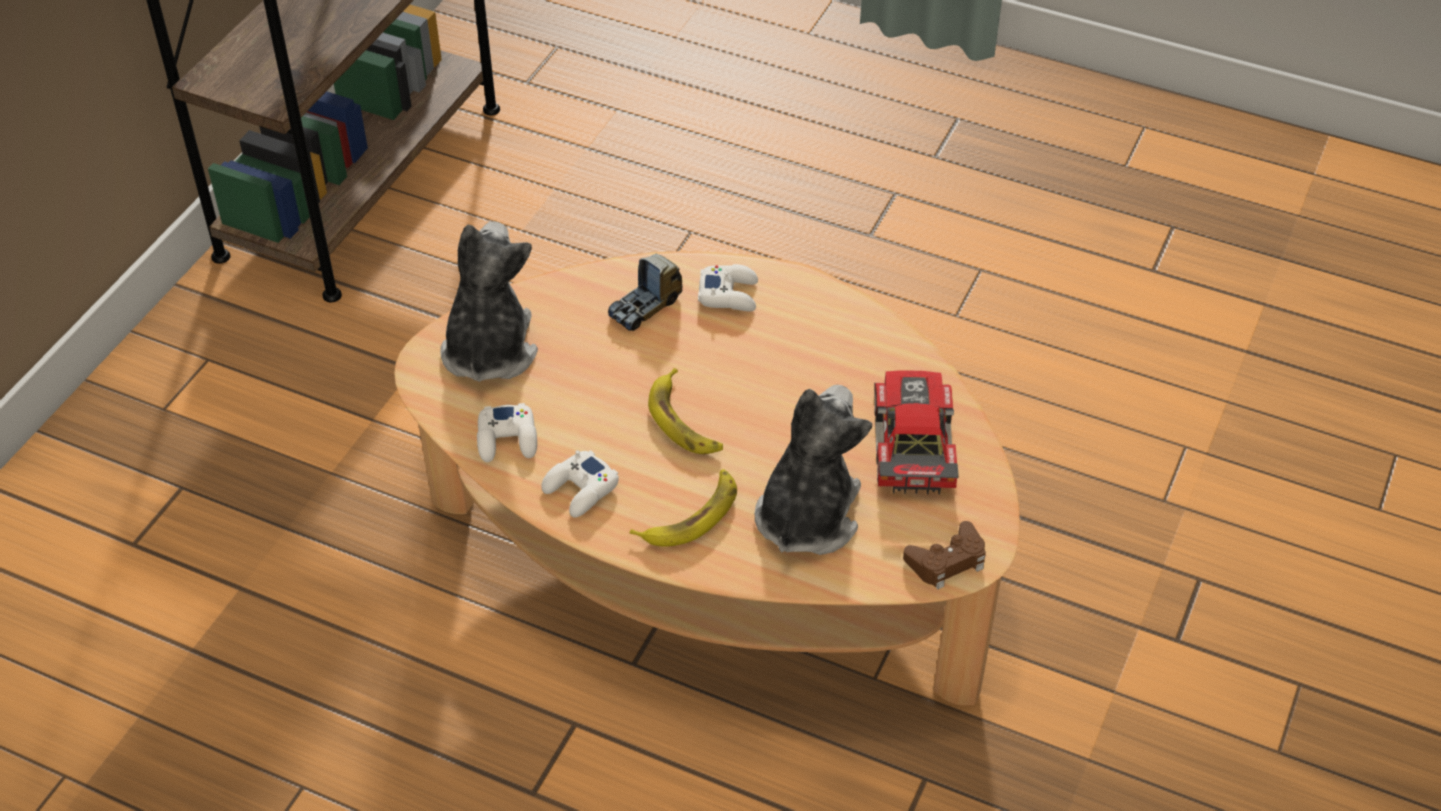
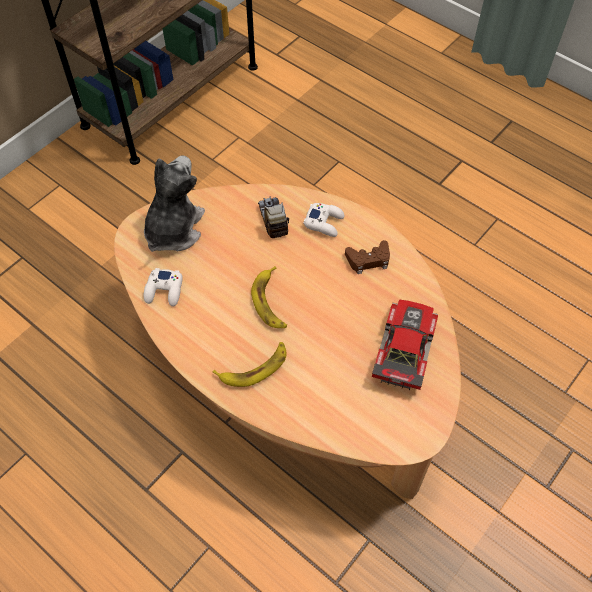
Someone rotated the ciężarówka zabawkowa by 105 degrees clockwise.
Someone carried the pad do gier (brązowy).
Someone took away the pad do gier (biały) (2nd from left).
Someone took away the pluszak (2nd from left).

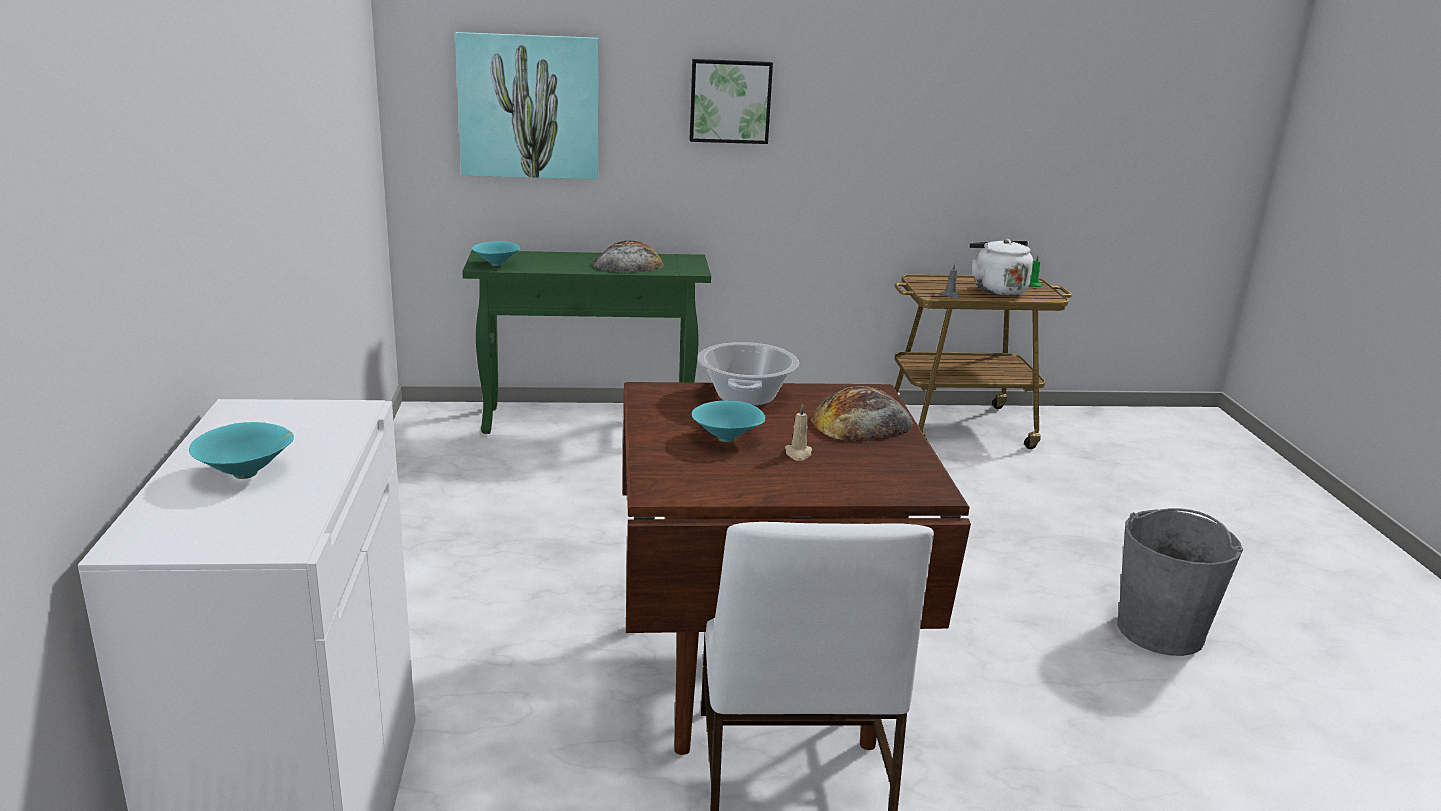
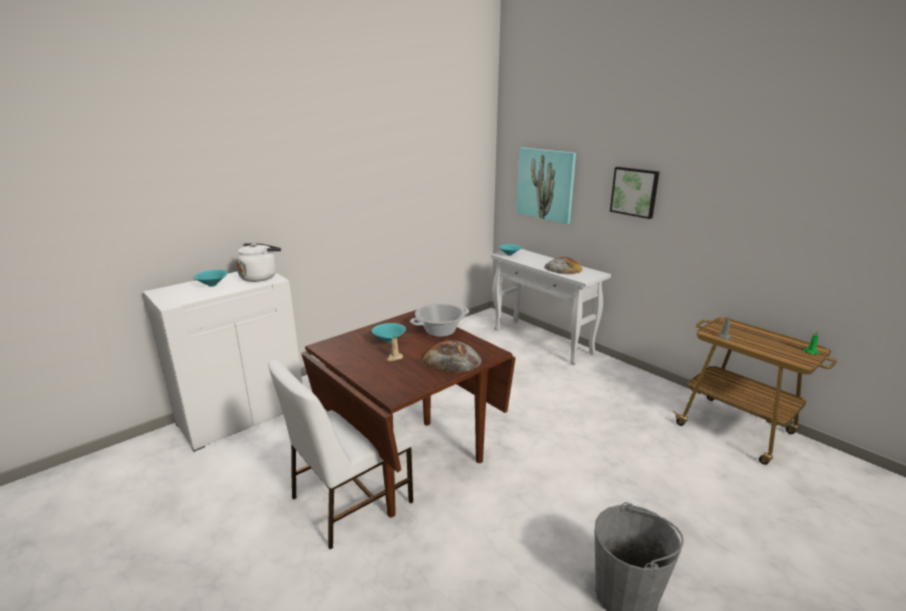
Someone carried the czajnik (biały).
Someone repainted the stolik konsolowy (zielony), which became the stolik konsolowy (biały).

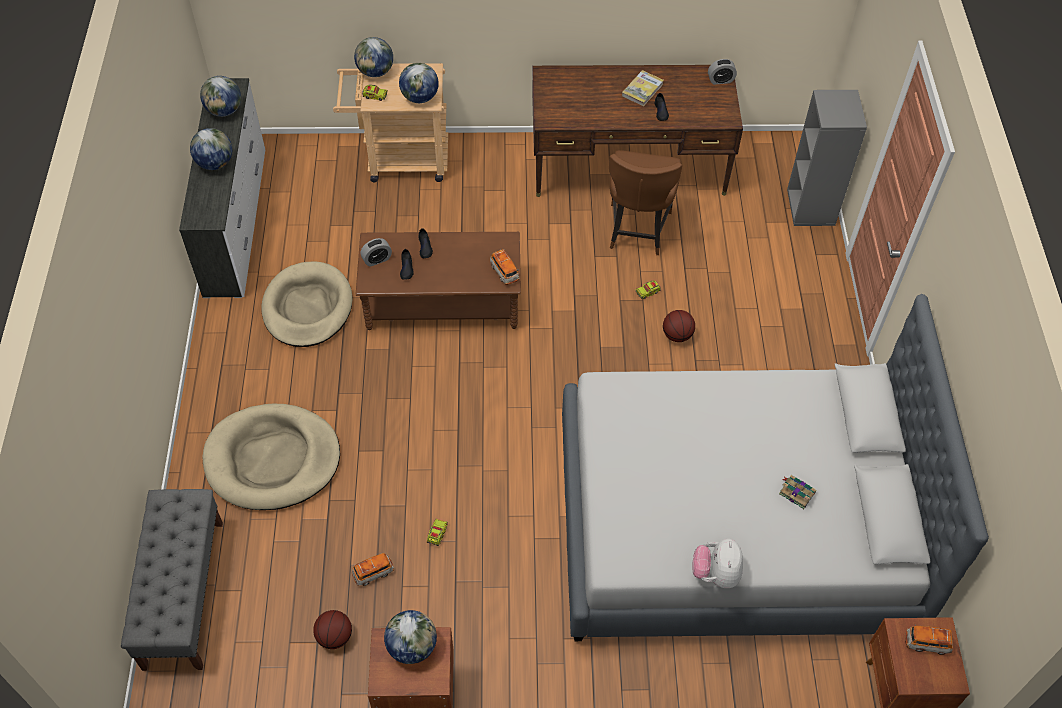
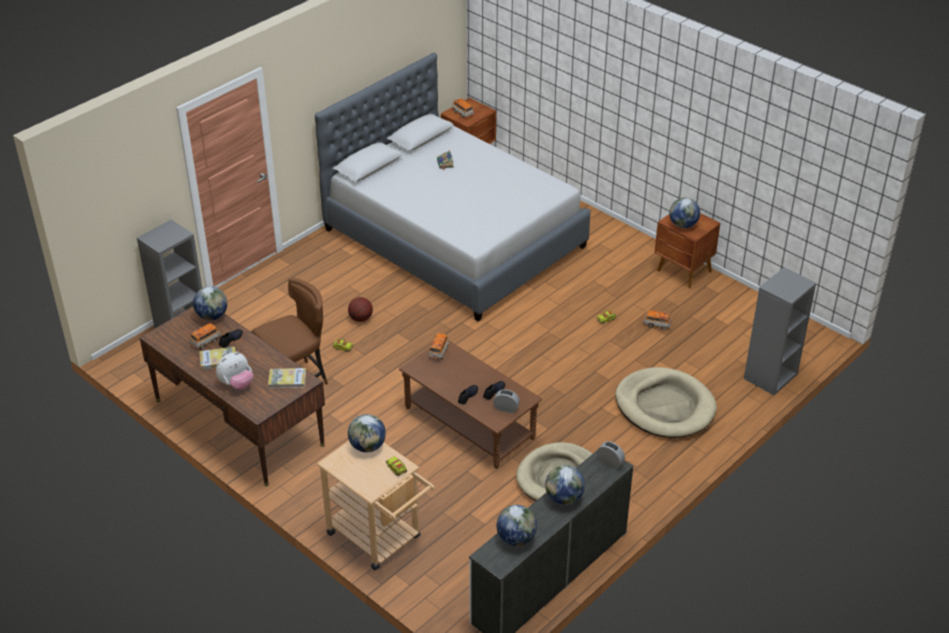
Someone put down the samochodzik (1st from left).
Someone carried the globus (3rd from left in the first image).
Someone carried the pluszak.
Someone put down the książka (2nd from left).
Someone carried the budzik (2nd from left).
Someone swapped the ławka (szary) for the regał (szary) (2nd from left).
Someone took away the piłka do koszykówki (1st from left).

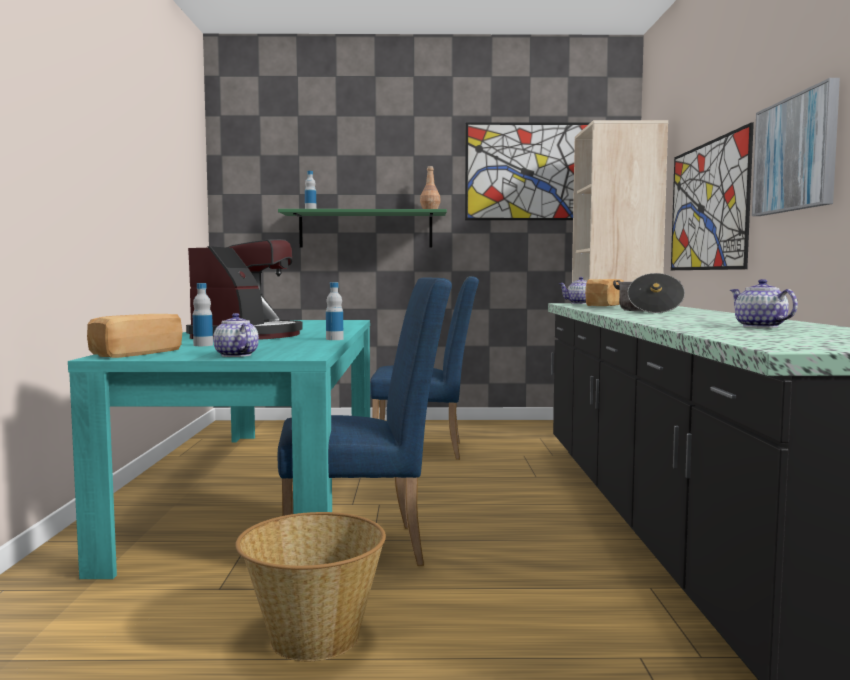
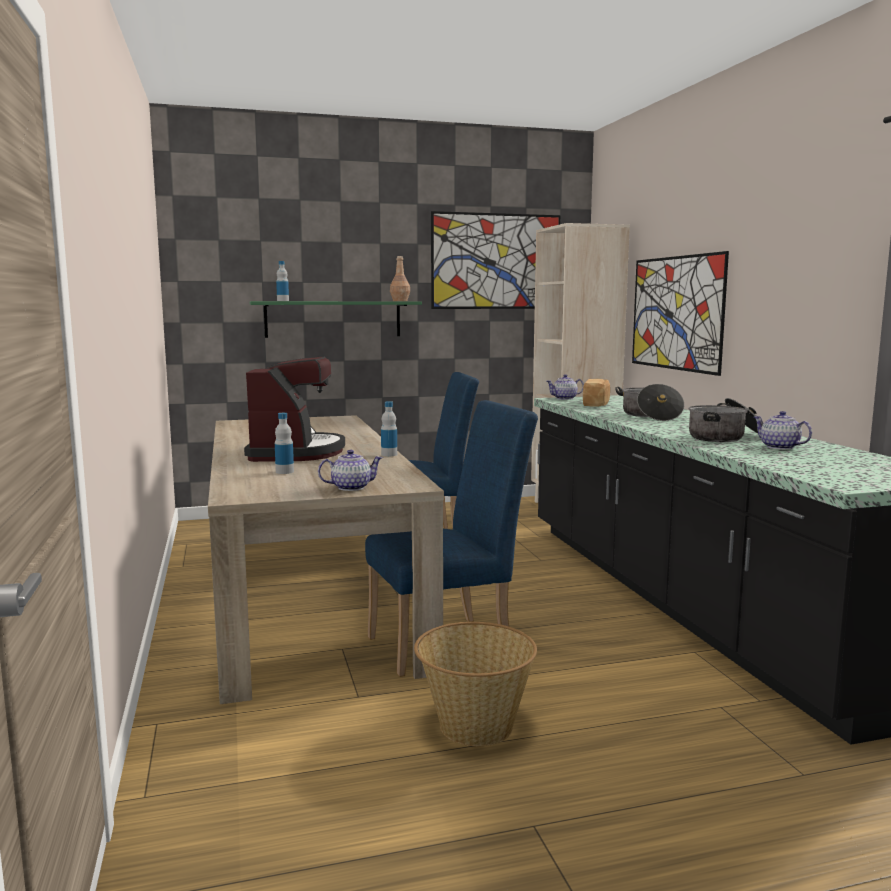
Someone repainted the stół jadalny (turkusowy), which became the stół jadalny (beżowy).
Someone rotated the imbryk (1st from left) by 120 degrees clockwise.
Someone put down the garnek (2nd from left).
Someone took away the chleb (1st from left).
Someone took away the obraz (3rd from left).

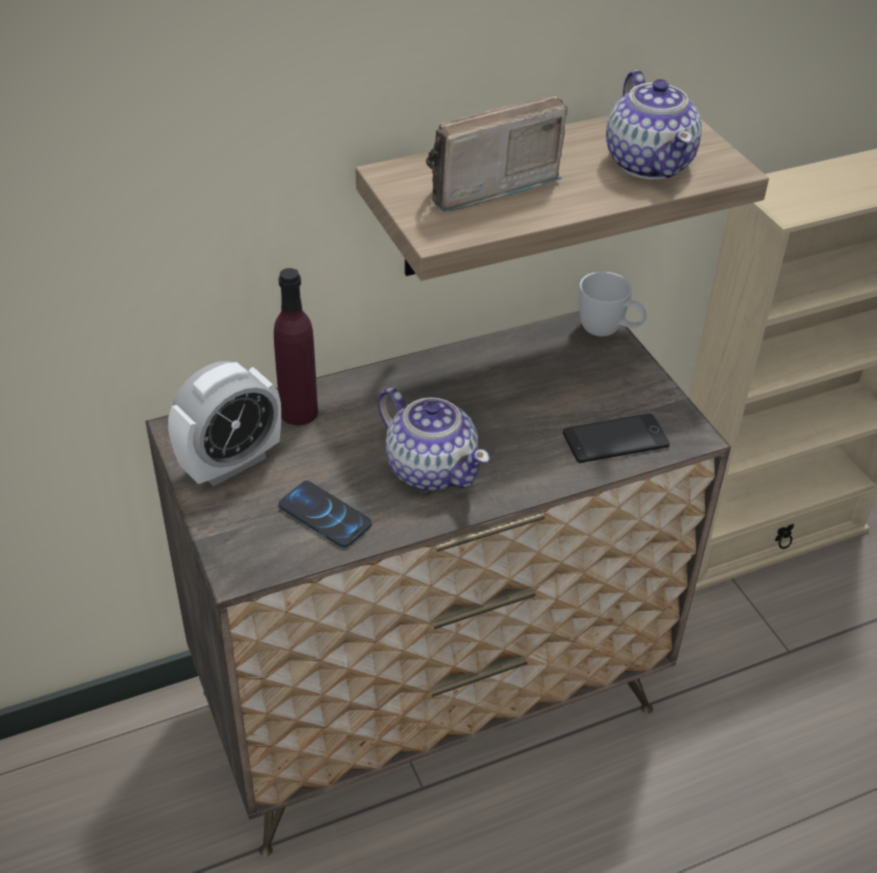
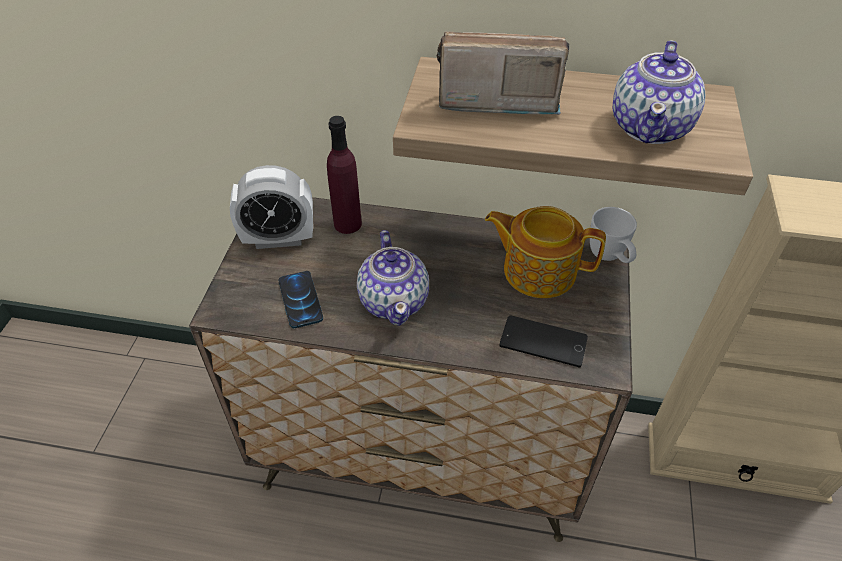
Someone put down the imbryk (2nd from left).

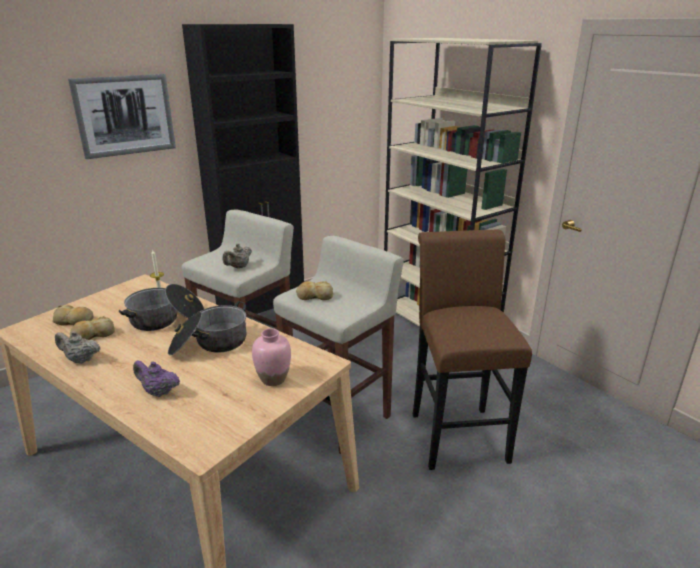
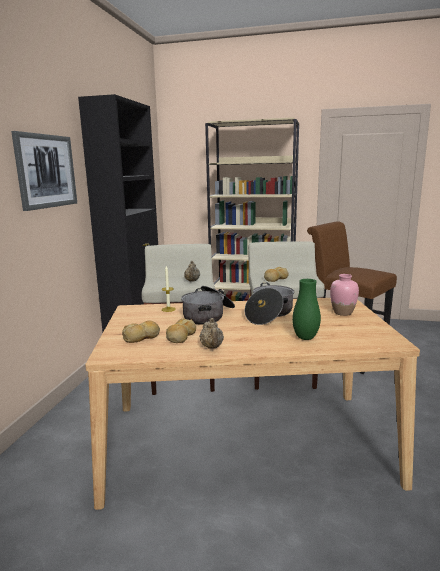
Someone rotated the imbryk (beżowy) (1st from left in the first image) by 75 degrees counterclockwise.
Someone swapped the imbryk (fioletowy) for the wazon (zielony).

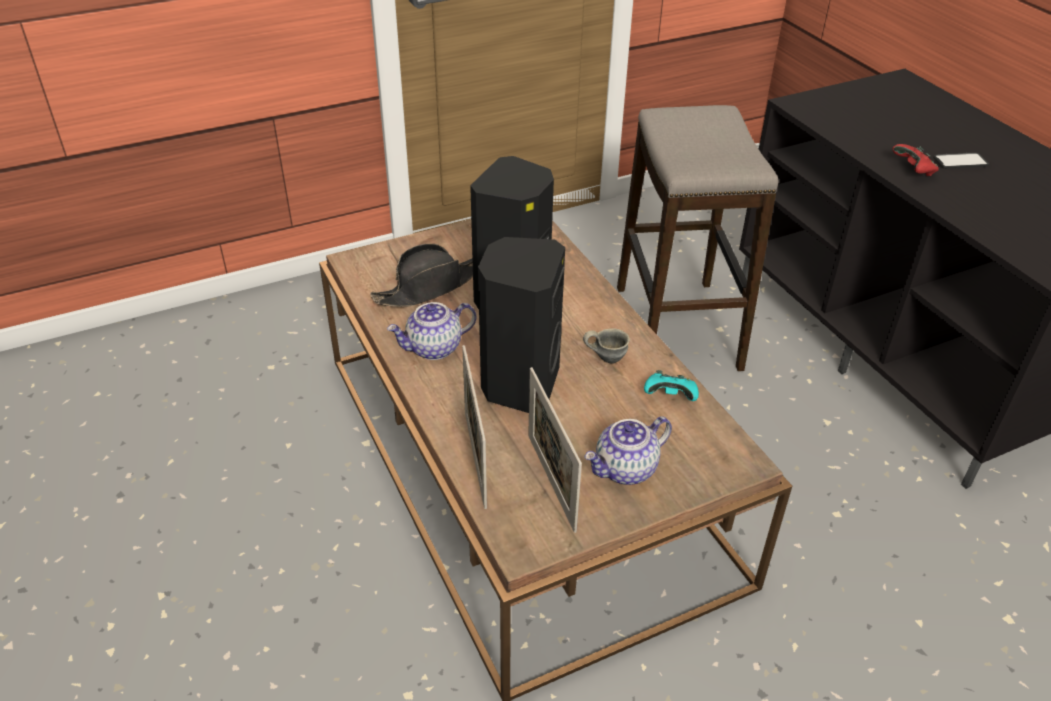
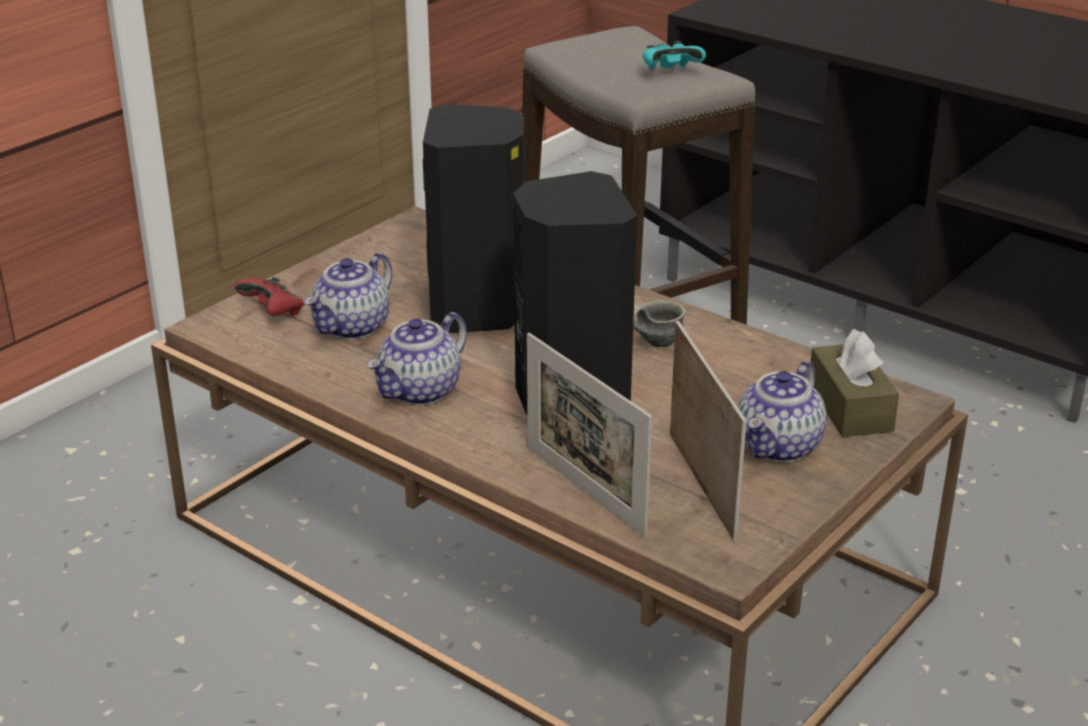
Someone carried the pad do gier (czerwony).
Someone swapped the kapelusz (czarny) for the imbryk (1st from left).
Someone carried the pad do gier (turkusowy).
Someone rotated the ramka na zdjęcie (2nd from left) by 150 degrees counterclockwise.
Someone put down the pudełko chusteczek (brązowy).
Someone took away the telefon.

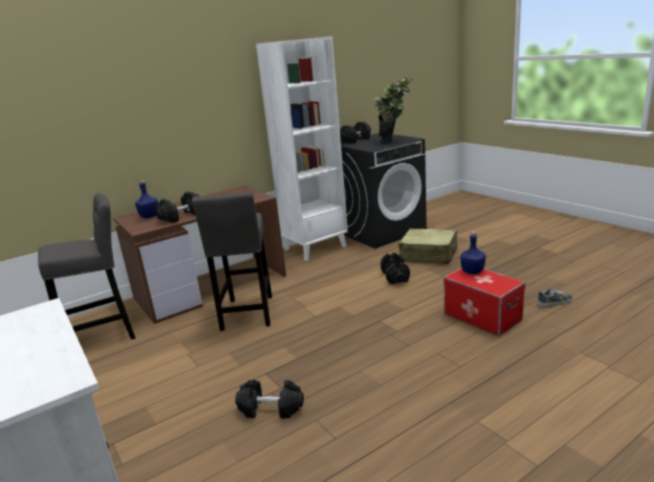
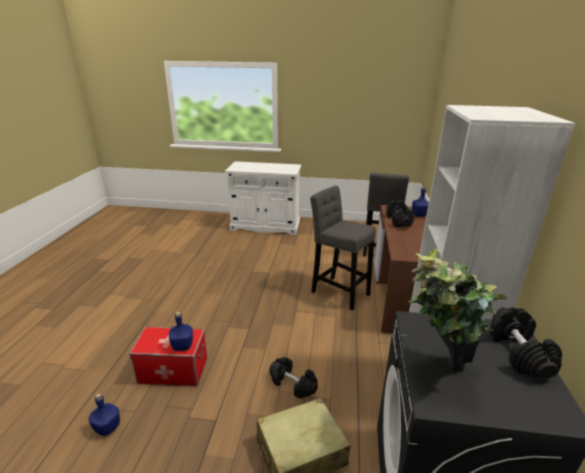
Someone swapped the but for the butelka (niebieski) (1st from left).
Someone took away the hantel (czarny) (2nd from left).

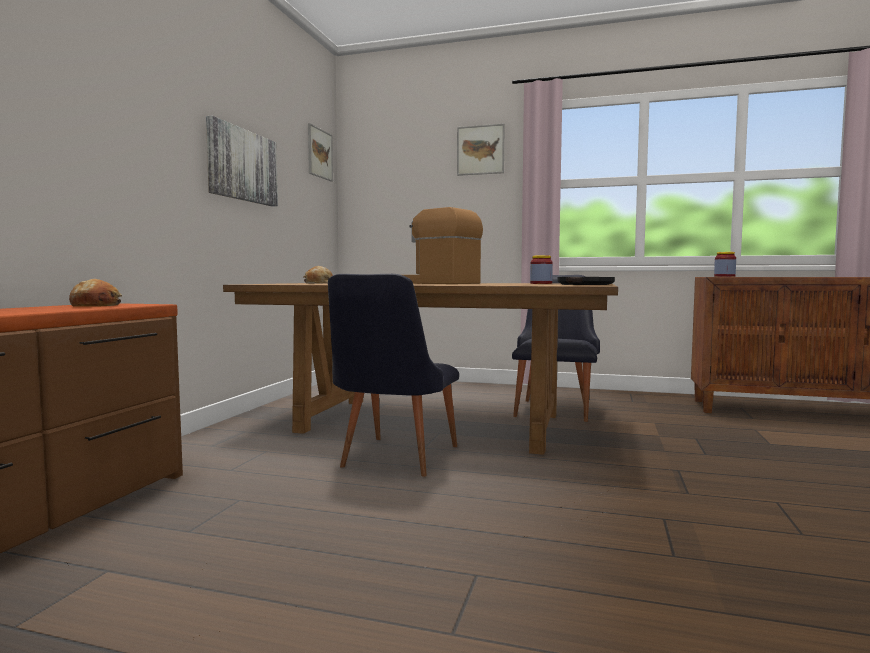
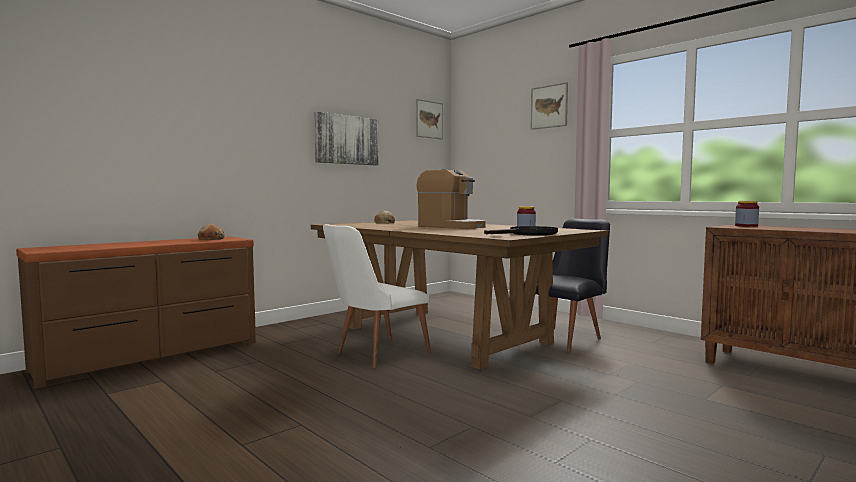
Someone repainted the krzesło (czarny) (1st from left), which became the krzesło (biały).
Someone rotated the ekspres do kawy by 150 degrees clockwise.

